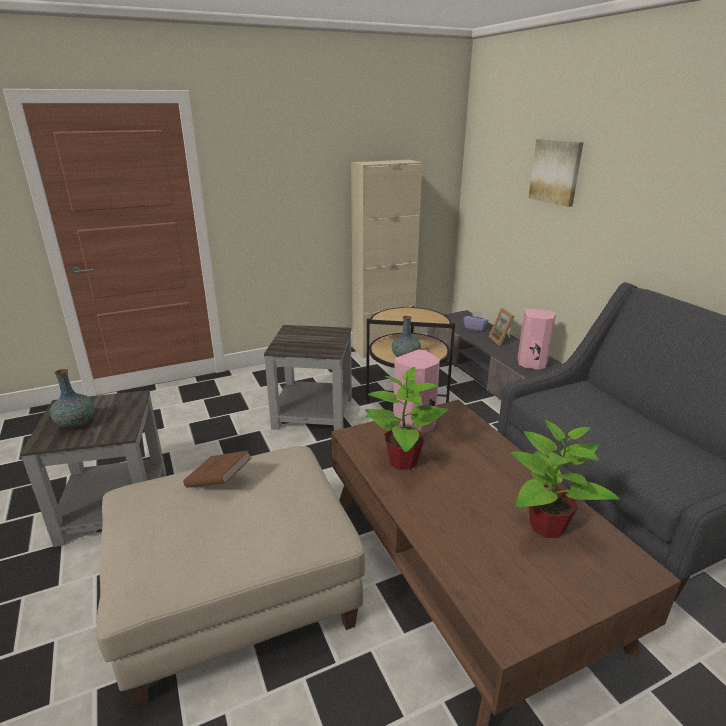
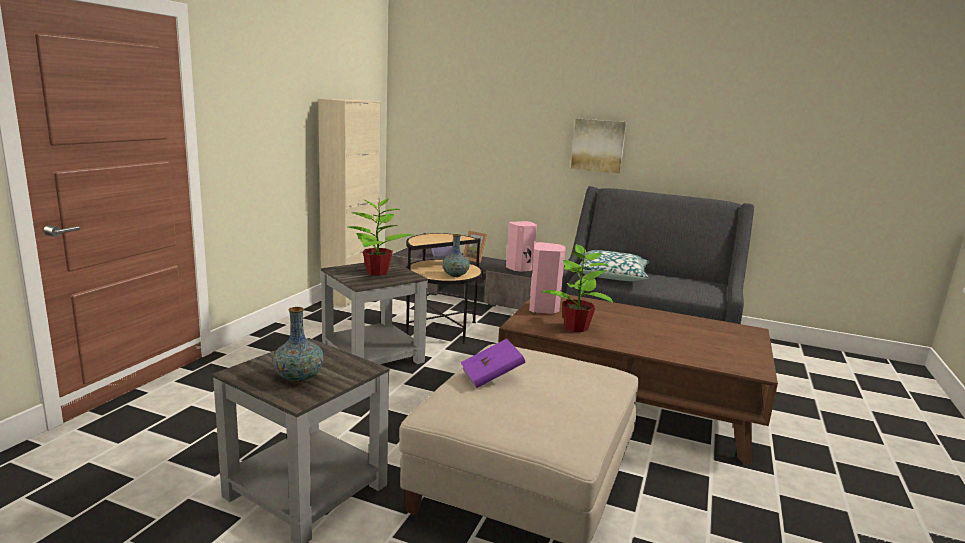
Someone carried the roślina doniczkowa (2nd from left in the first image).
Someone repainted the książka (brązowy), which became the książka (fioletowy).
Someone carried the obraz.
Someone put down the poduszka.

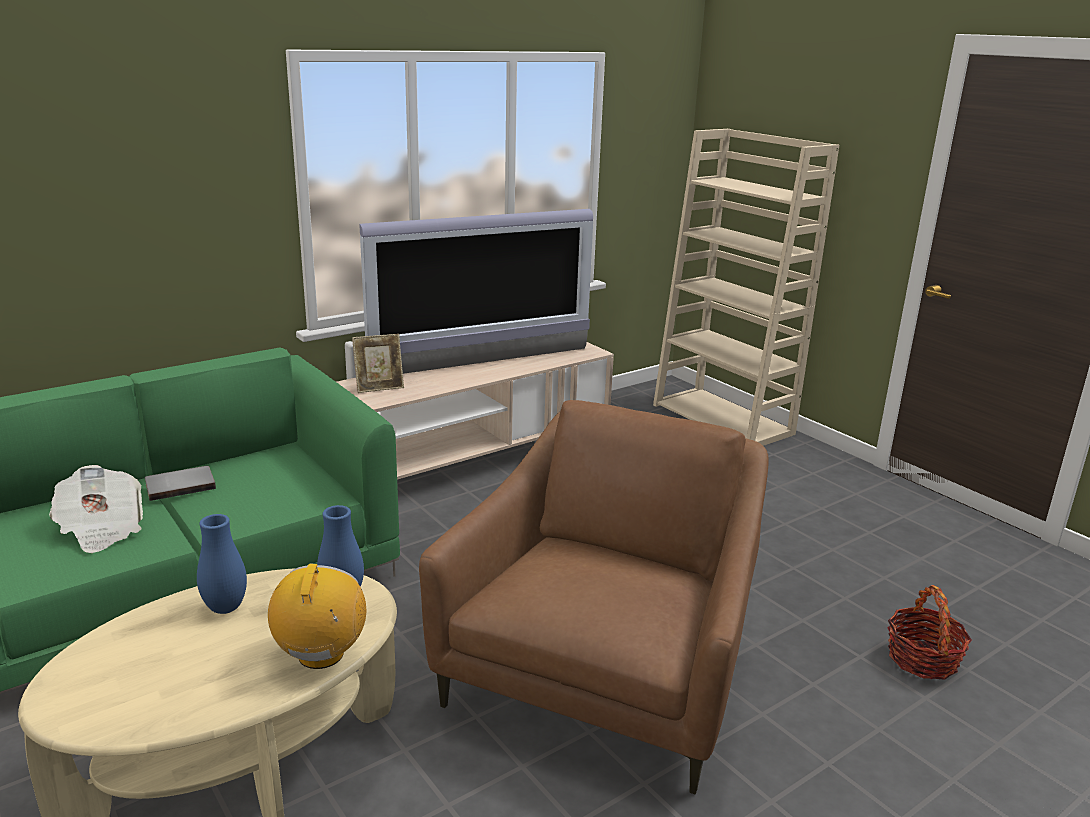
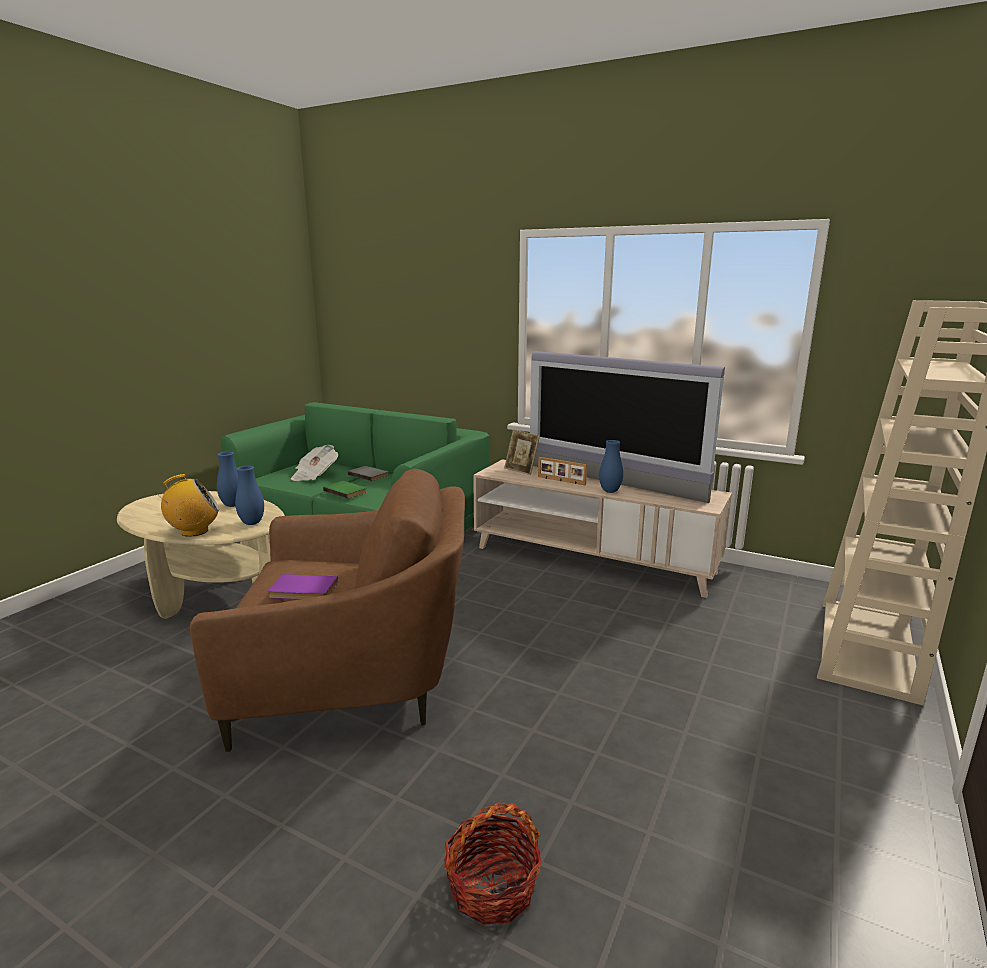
Someone put down the książka (fioletowy).
Someone put down the książka (zielony).
Someone put down the ramka na zdjęcie (2nd from left).
Someone put down the wazon (niebieski) (3rd from left).

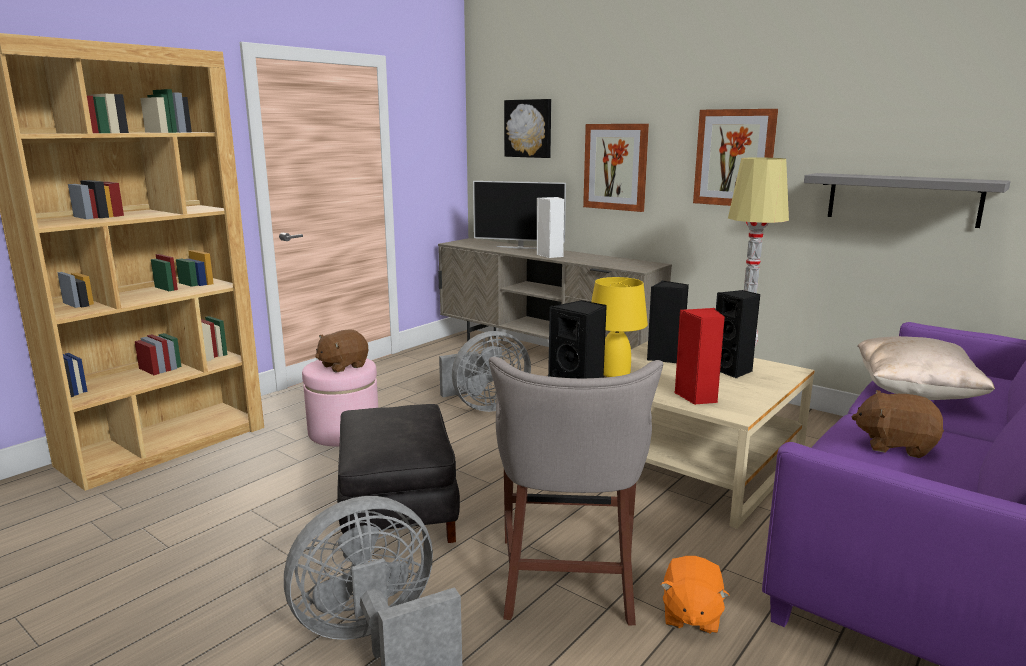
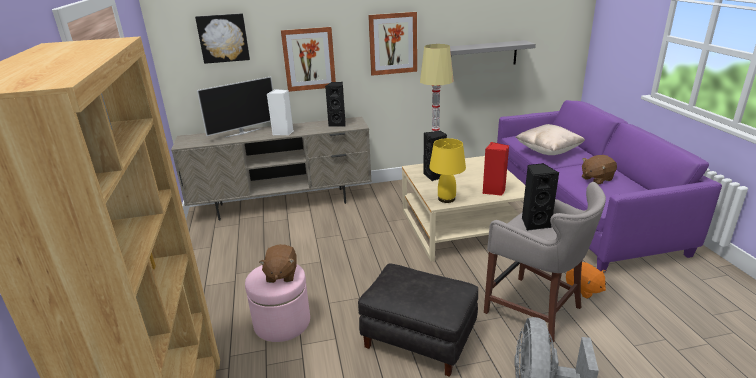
Someone carried the głośnik (czarny) (3rd from left in the first image).
Someone took away the wentylator (szary) (2nd from left).

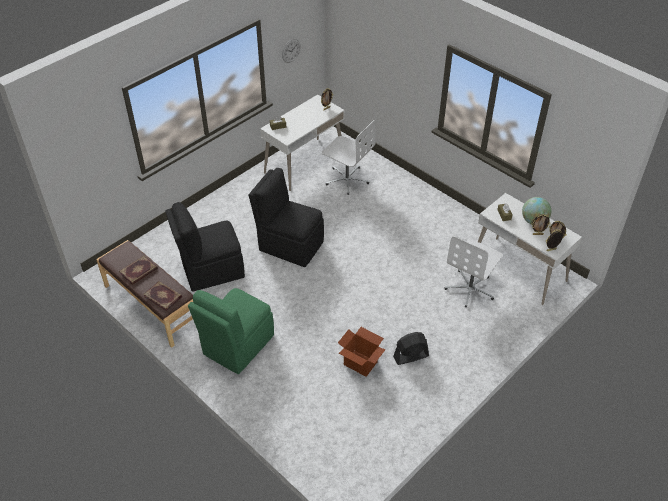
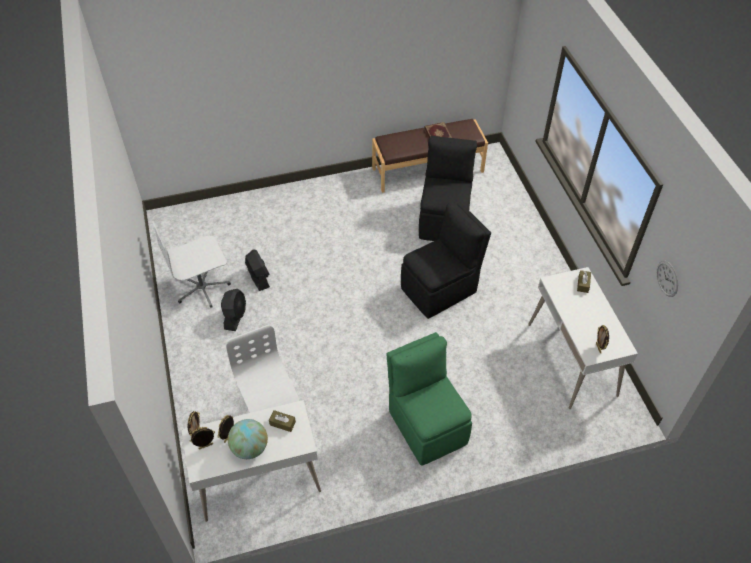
Someone carried the krzesło biurowe (biały) (1st from left).
Someone swapped the karton for the wentylator (czarny) (2nd from left).
Someone carried the krzesło (zielony).
Someone took away the książka (2nd from left).

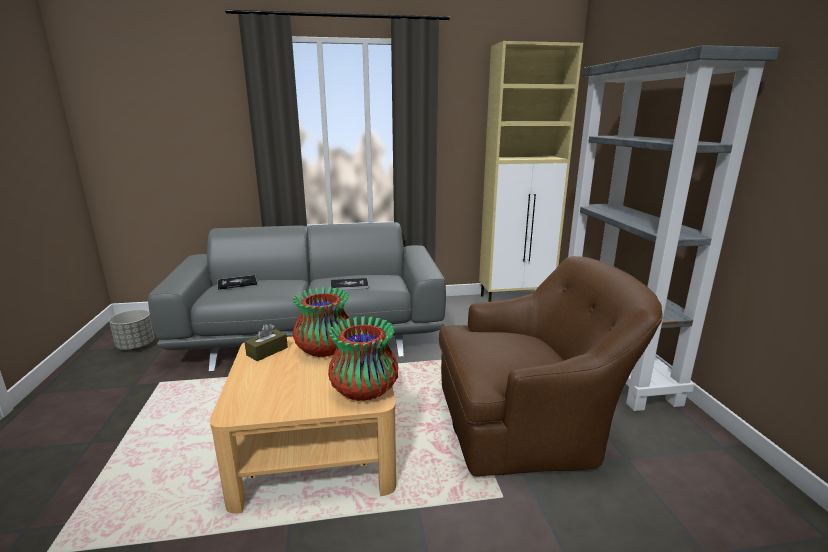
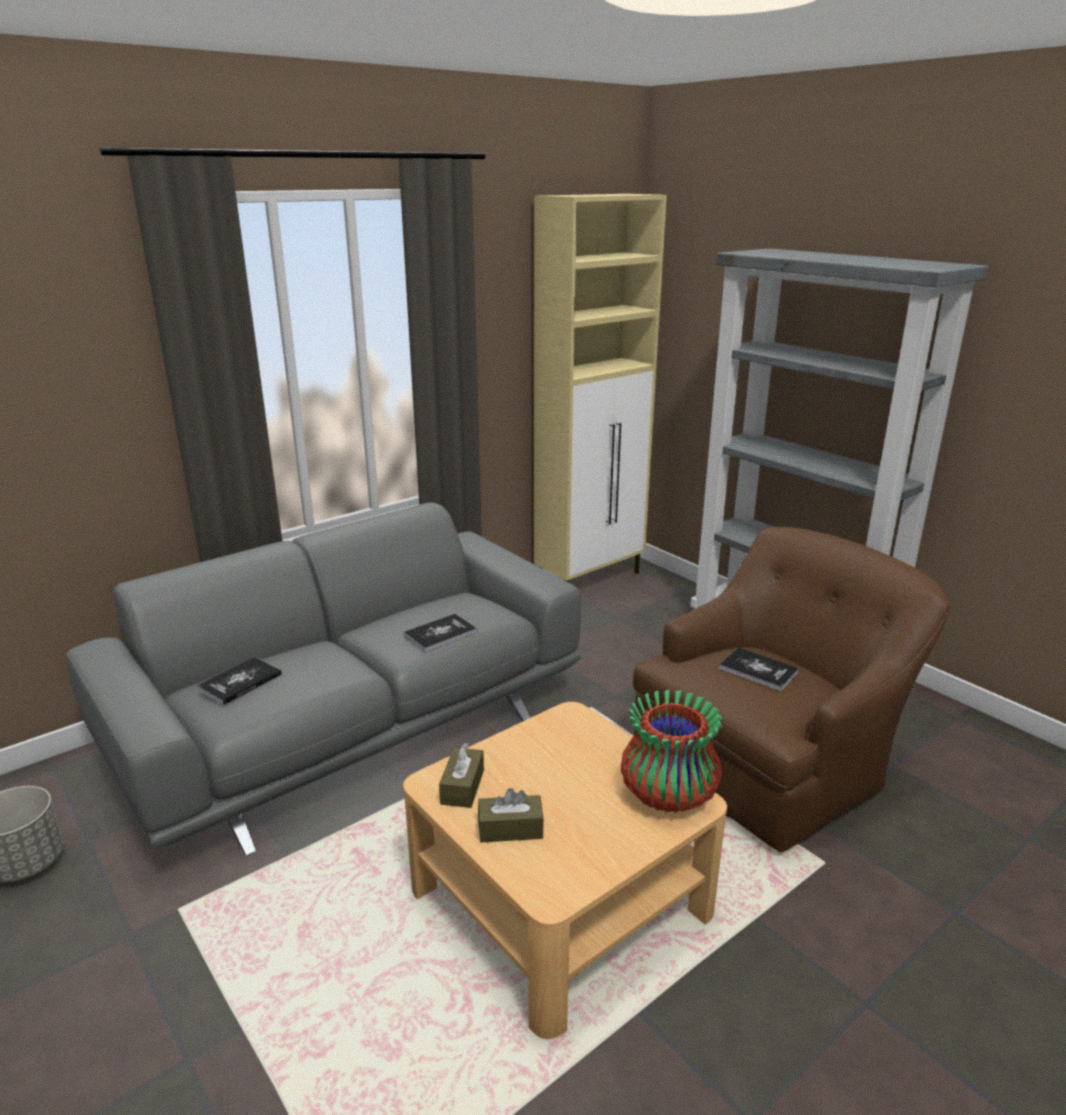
Someone put down the pudełko chusteczek (brązowy) (2nd from left).
Someone put down the książka (3rd from left).
Someone took away the wazon (1st from left).

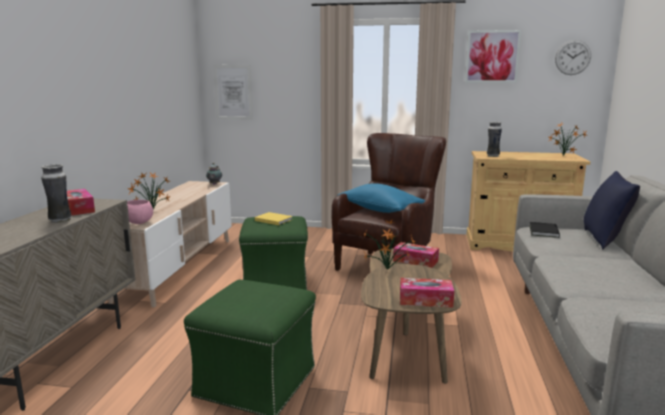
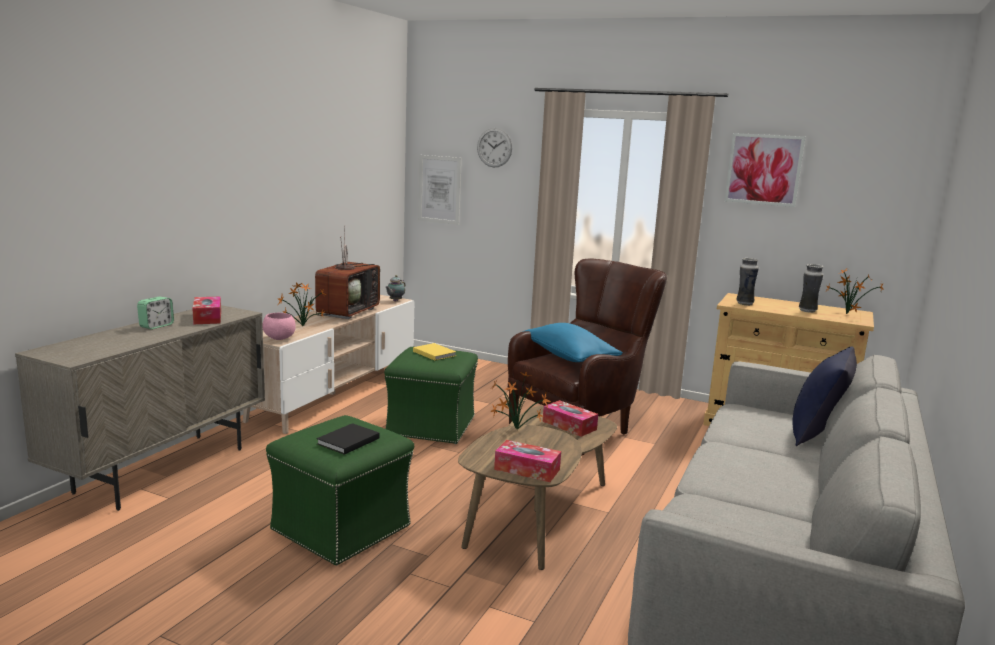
Someone put down the budzik.
Someone put down the telewizor.
Someone carried the książka (czarny).
Someone carried the zegar ścienny.
Someone carried the wazon (1st from left in the first image).

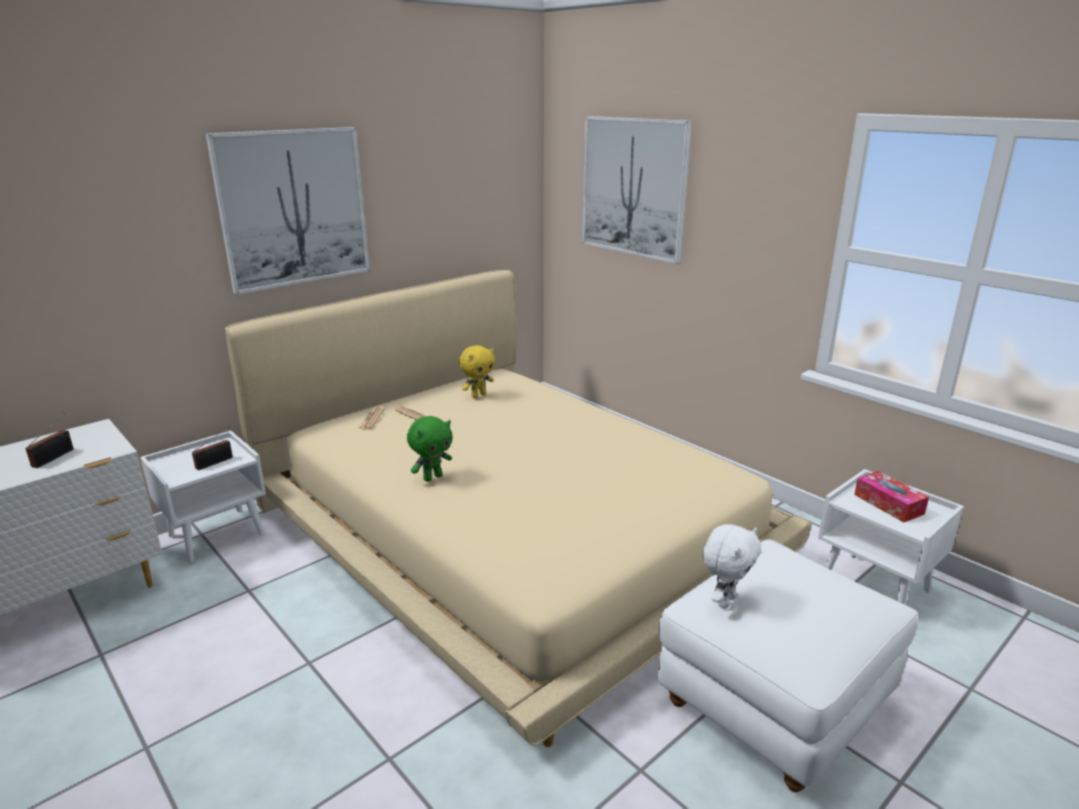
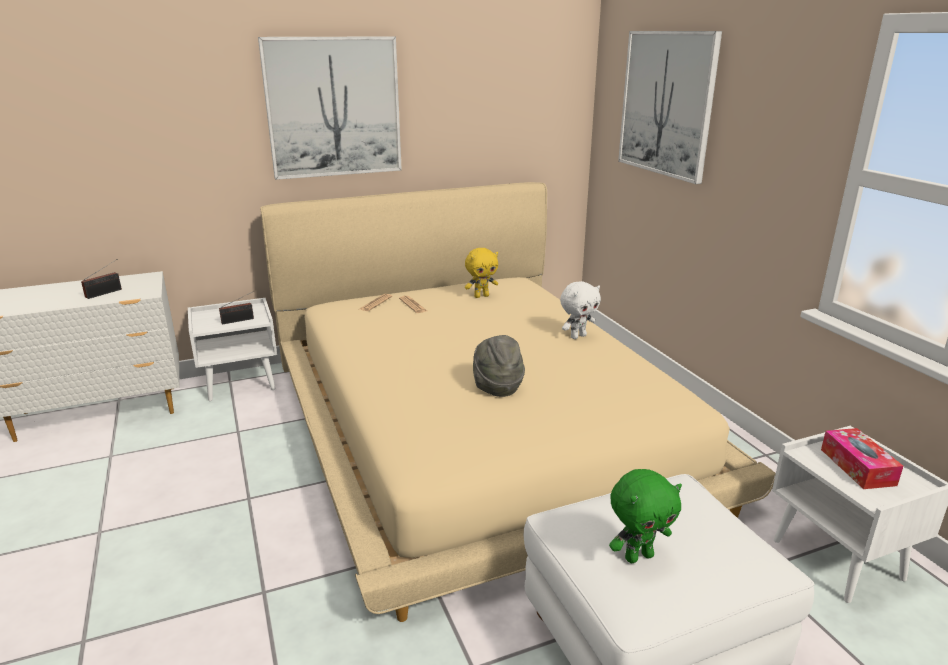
Someone put down the kapelusz (szary).
Someone carried the pluszak (biały).
Someone carried the pluszak (zielony).

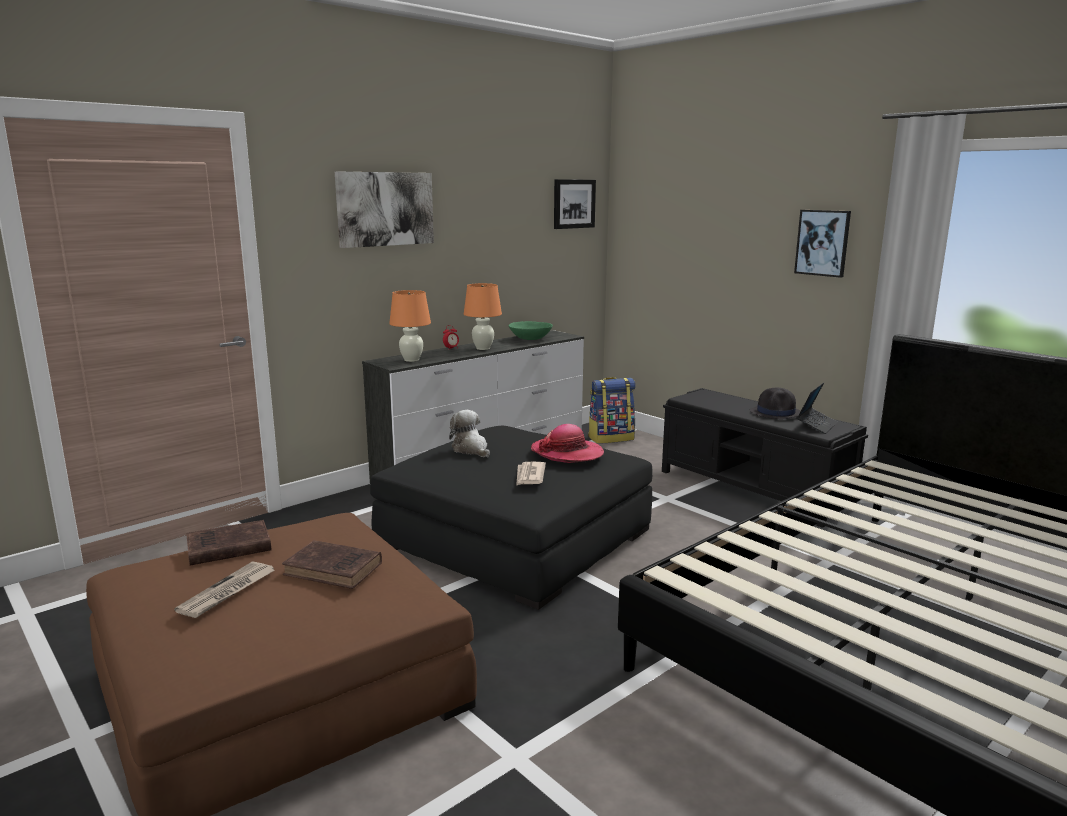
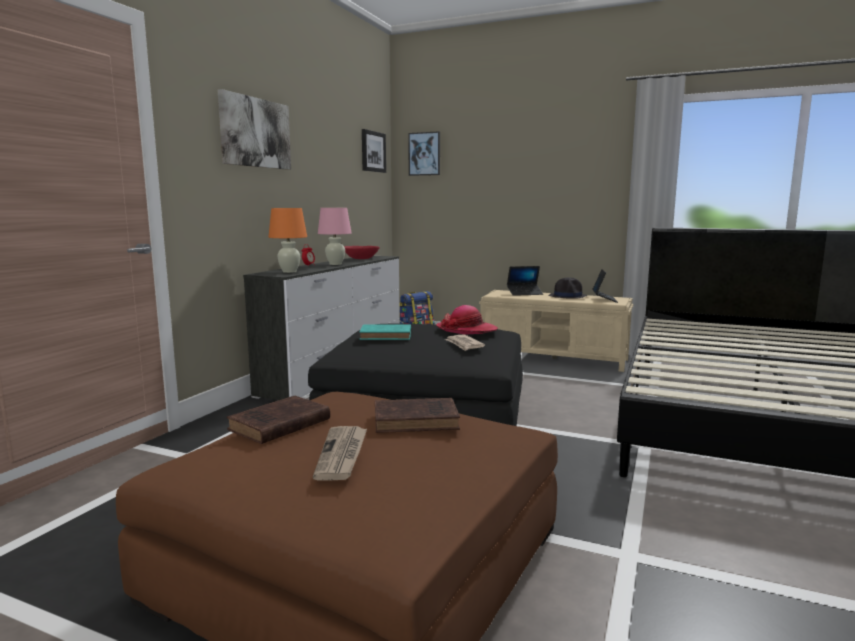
Someone repainted the lampa stołowa (pomarańczowy) (2nd from left), which became the lampa stołowa (różowy).
Someone repainted the miska (zielony), which became the miska (czerwony).
Someone swapped the pluszak for the książka (turkusowy).
Someone carried the obraz (3rd from left).
Someone repainted the ławka (czarny), which became the ławka (beżowy).
Someone put down the laptop (1st from left).

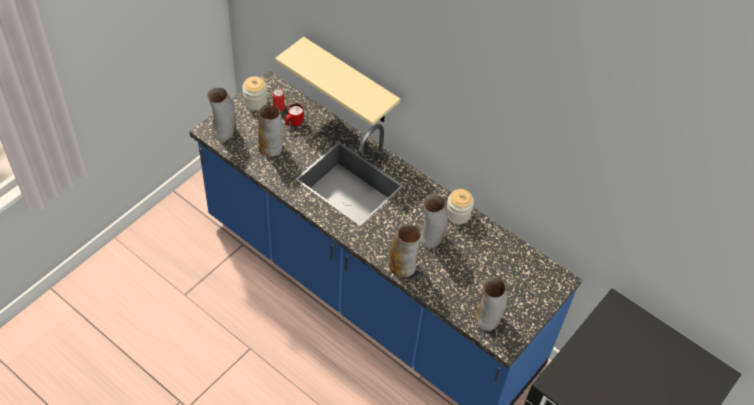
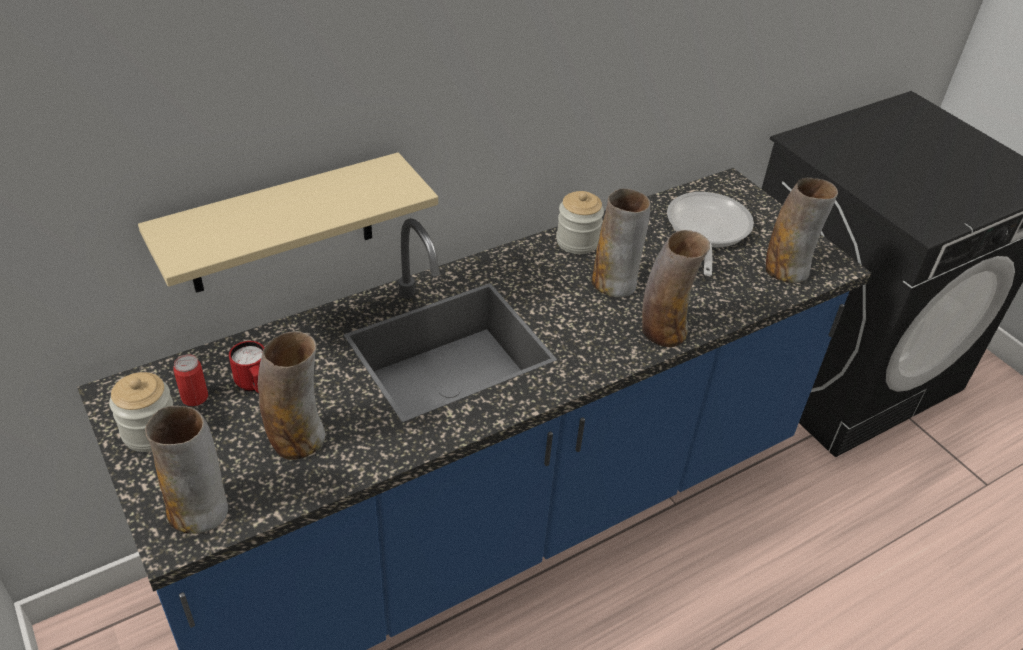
Someone put down the patelnia.

